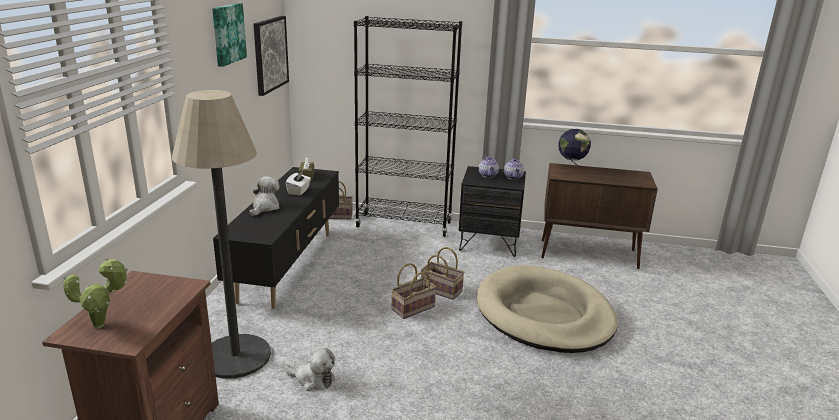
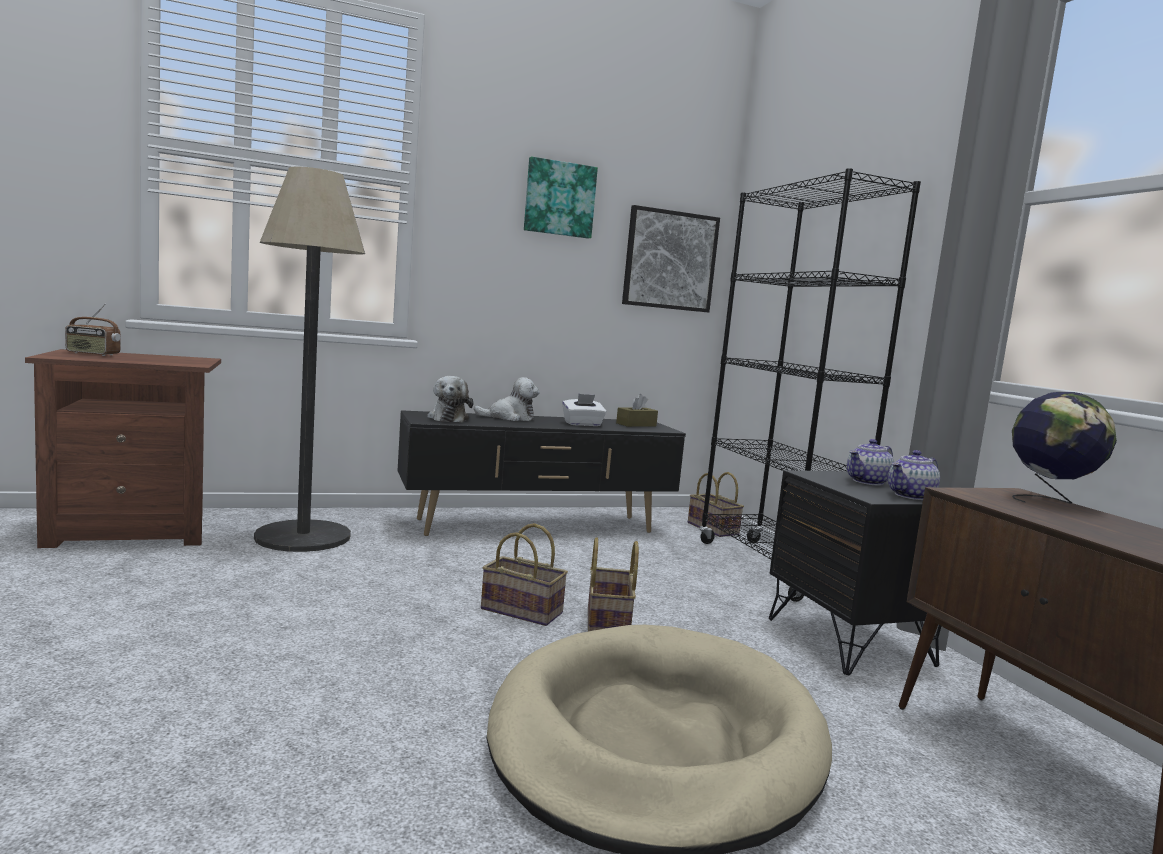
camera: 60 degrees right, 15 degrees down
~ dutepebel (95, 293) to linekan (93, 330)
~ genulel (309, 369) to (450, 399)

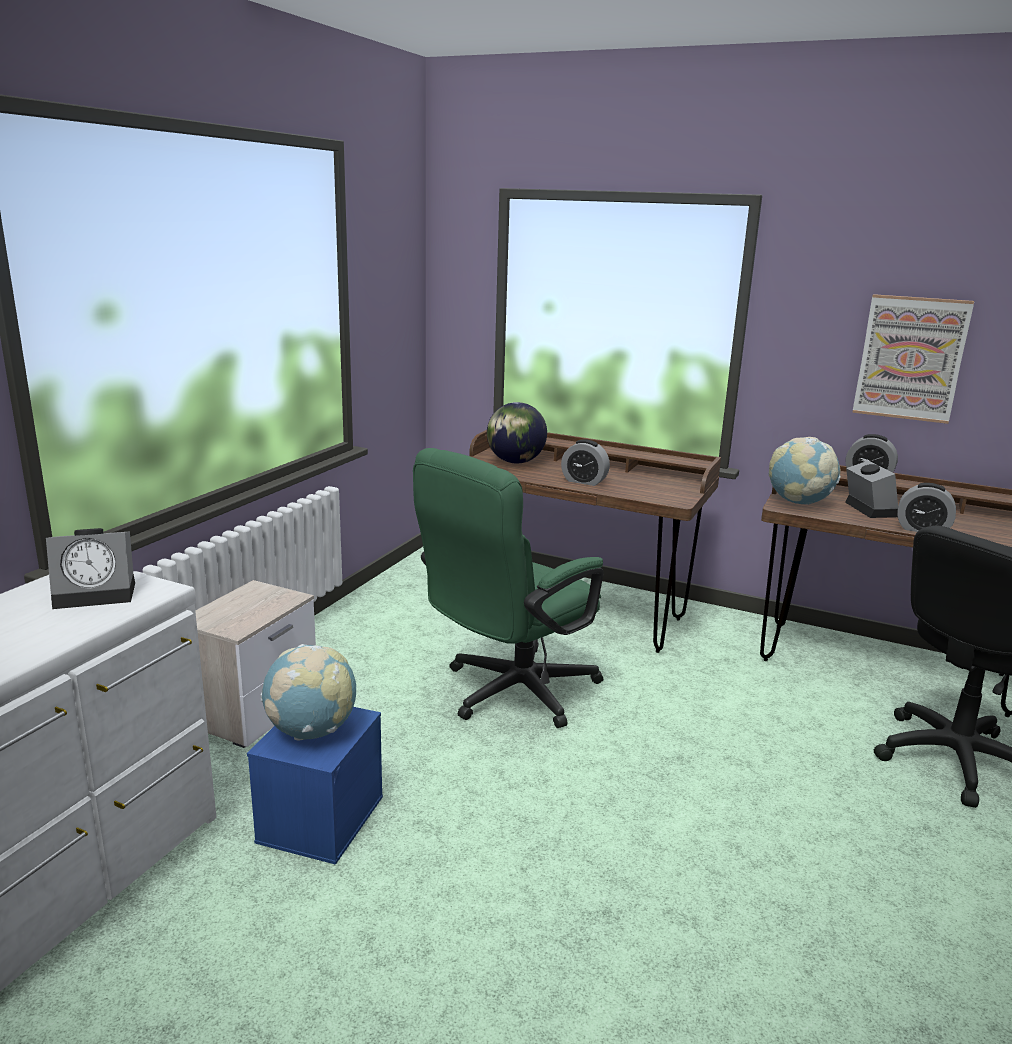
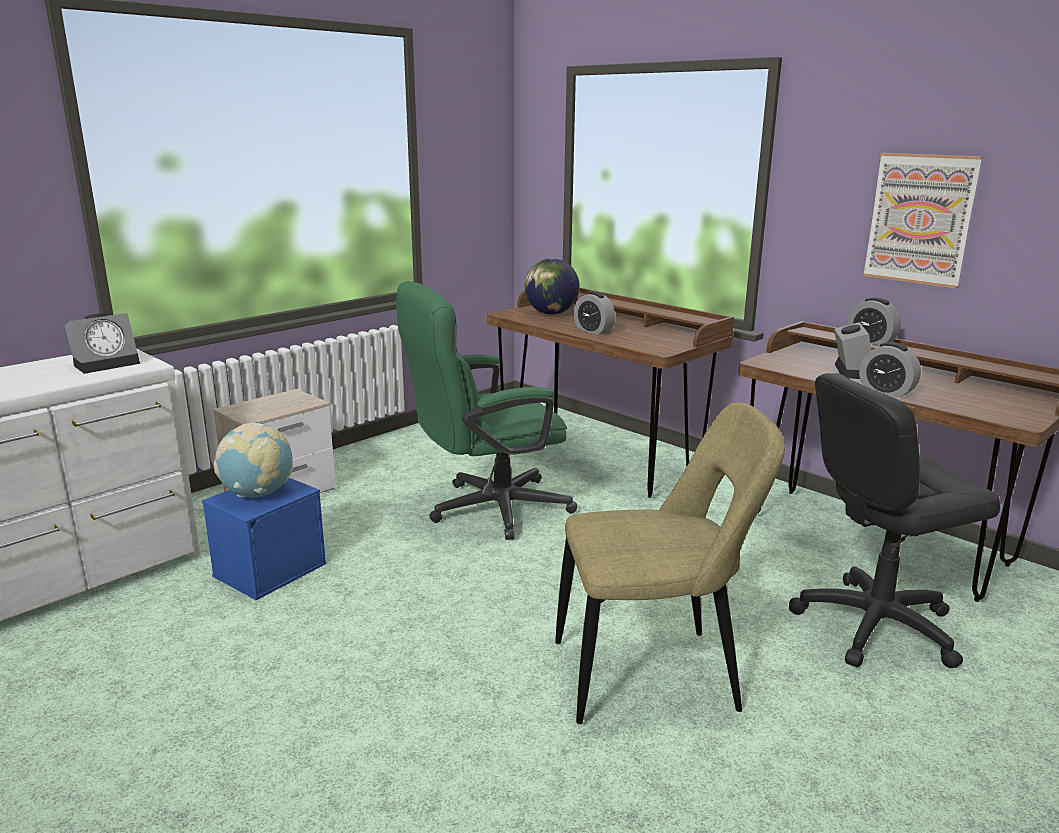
camera: 20 degrees right, 0 degrees up
~ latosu (90, 568) = (102, 343) 45 degrees counterclockwise
- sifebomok (805, 471)
+ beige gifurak (670, 563)

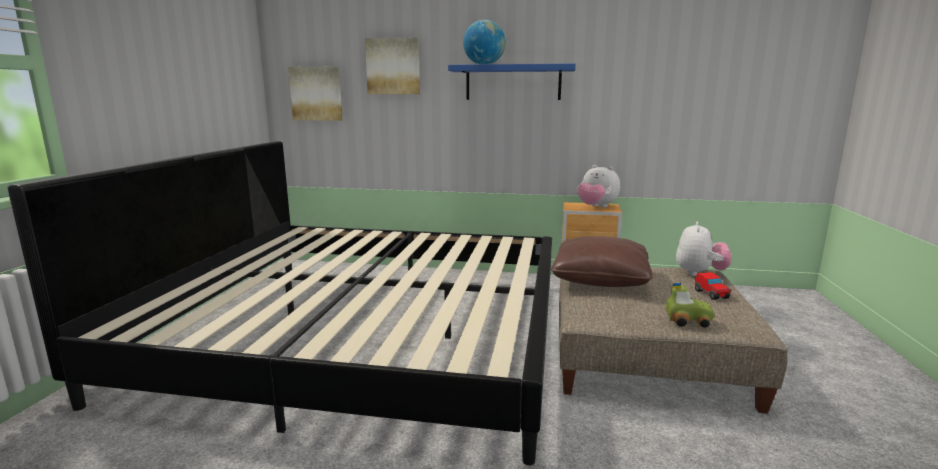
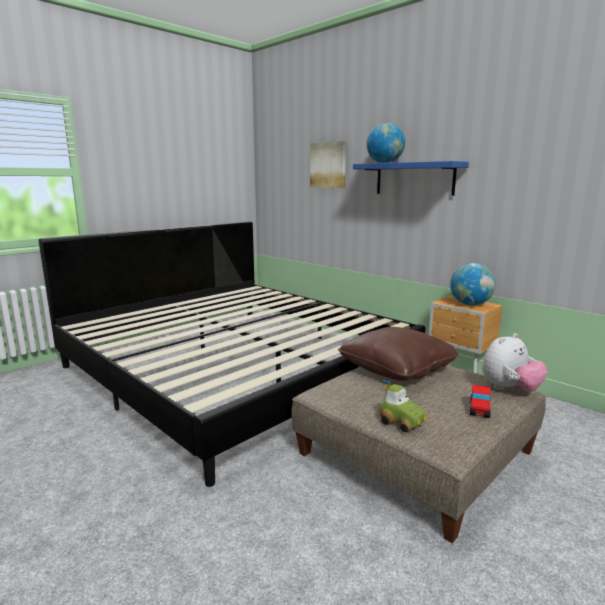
camera: 35 degrees right, 0 degrees up
- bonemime (315, 93)
~ genulel (598, 186) to sifebomok (472, 284)

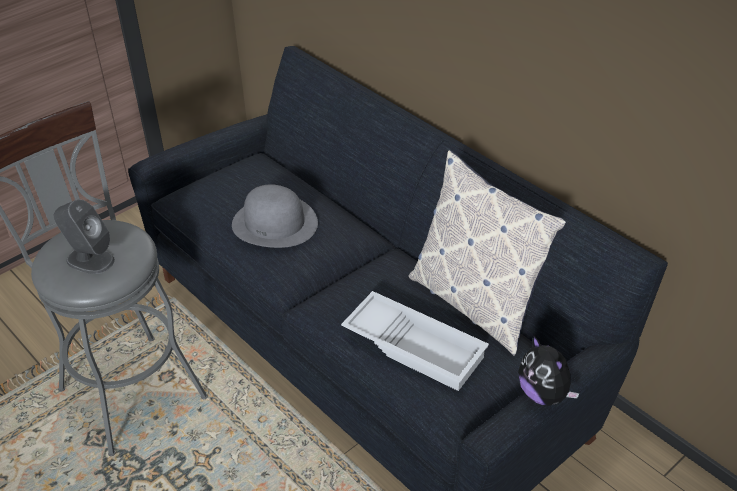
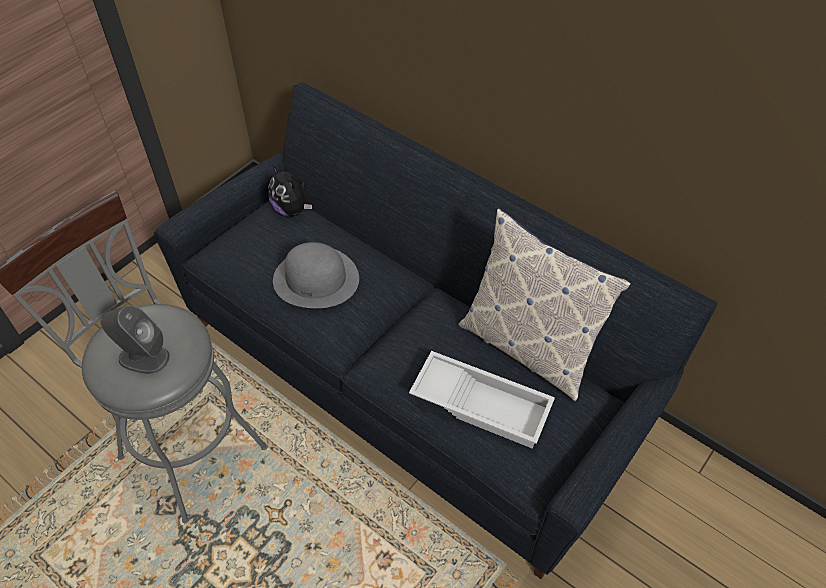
camera: 10 degrees left, 10 degrees up
~ genulel (549, 370) to (290, 191)

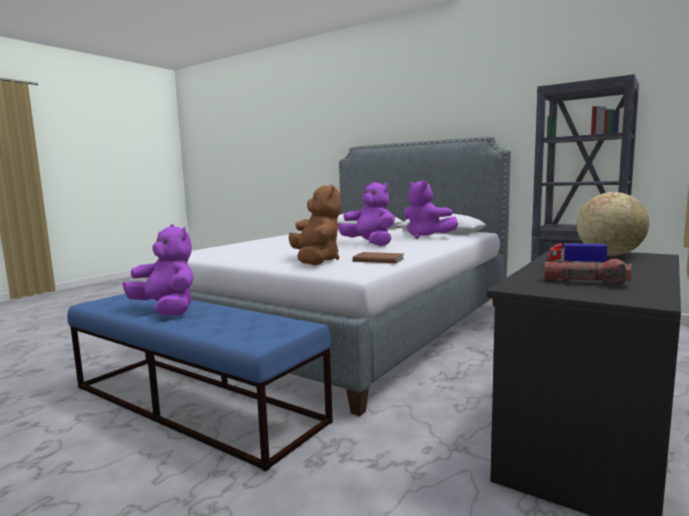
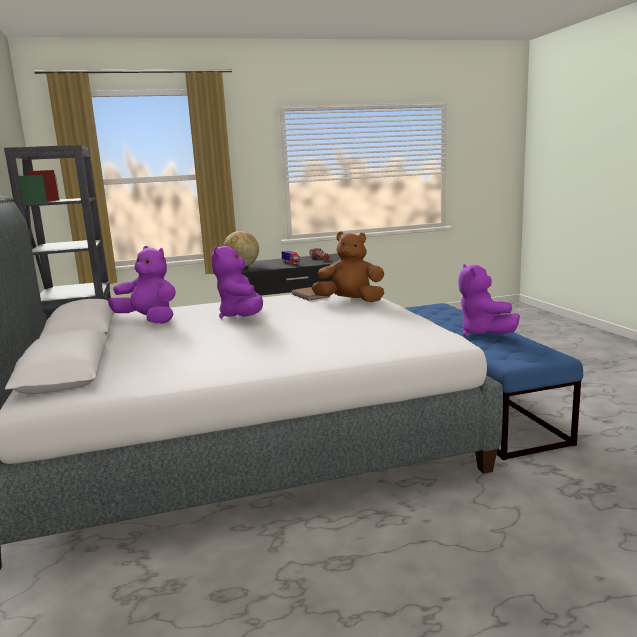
camera: 140 degrees left, 5 degrees up
~ brown genulel (315, 224) = (347, 267) 75 degrees clockwise
~ purple genulel (431, 209) = (142, 284) 60 degrees counterclockwise

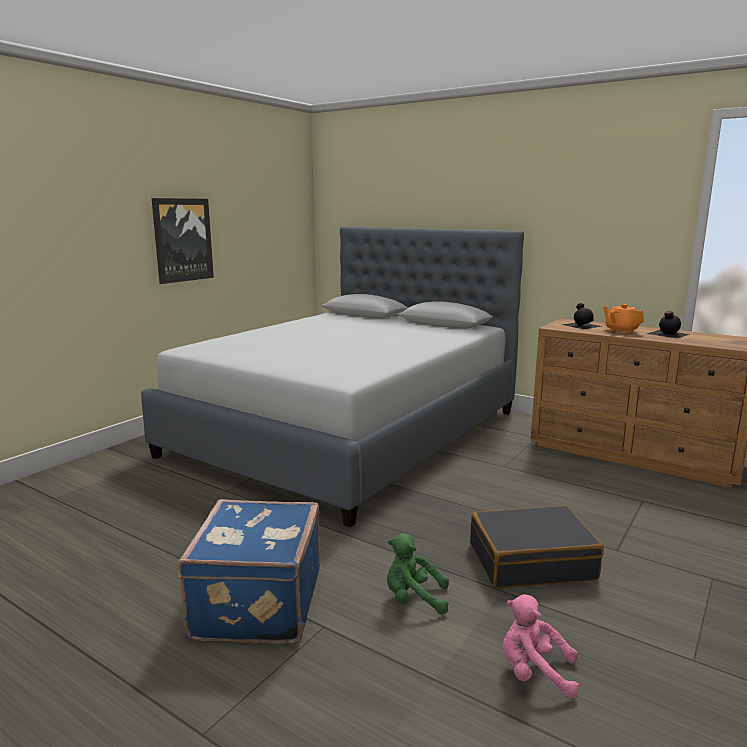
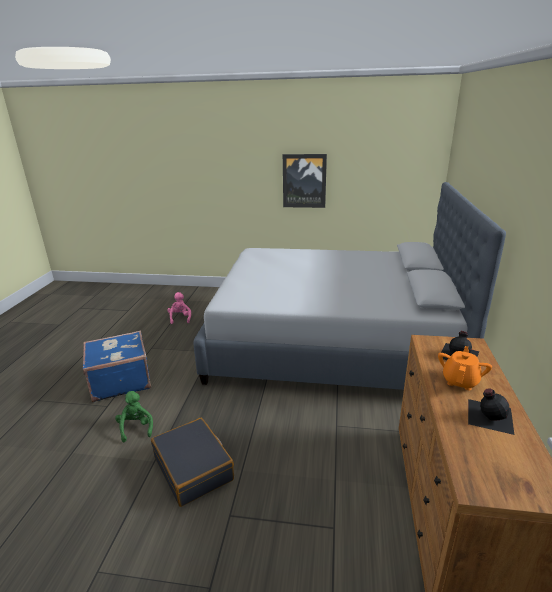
camera: 65 degrees right, 10 degrees up
~ pink genulel (541, 646) to (179, 308)

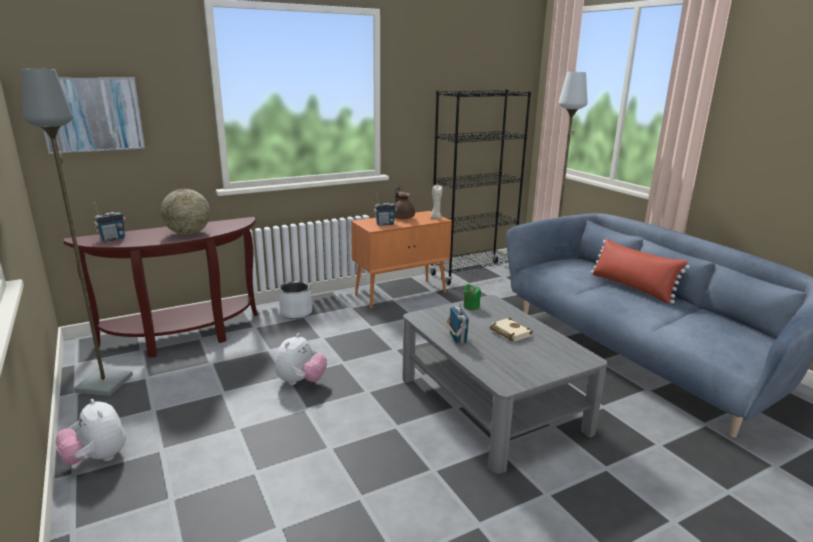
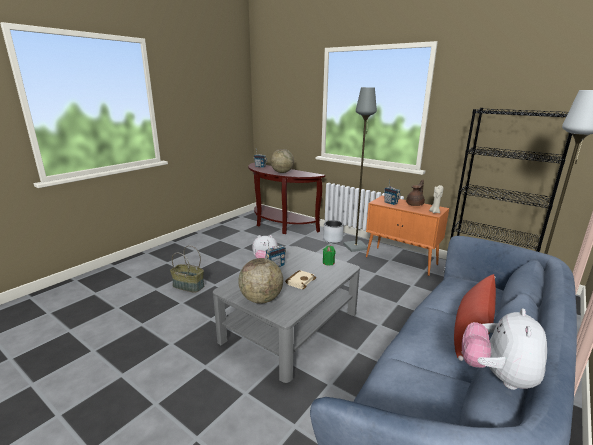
camera: 65 degrees right, 0 degrees up
~ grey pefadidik (77, 232) to (360, 169)
- bonemime (94, 116)
~ genulel (91, 432) to (504, 349)
+ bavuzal (187, 269)
+ sifebomok (260, 281)

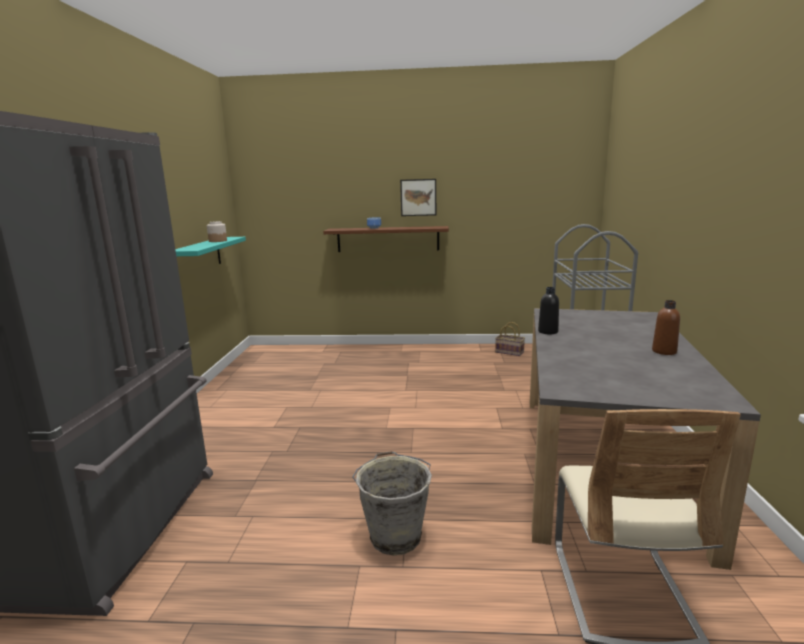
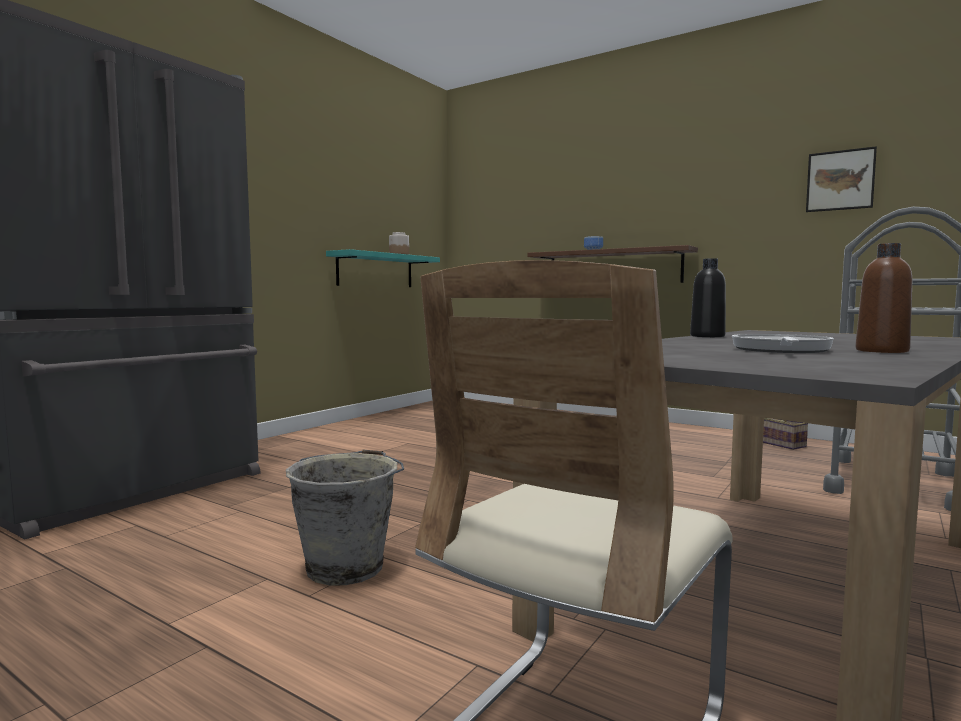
camera: 30 degrees right, 10 degrees down
~ bonemime (418, 197) to (841, 179)
+ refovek (783, 343)

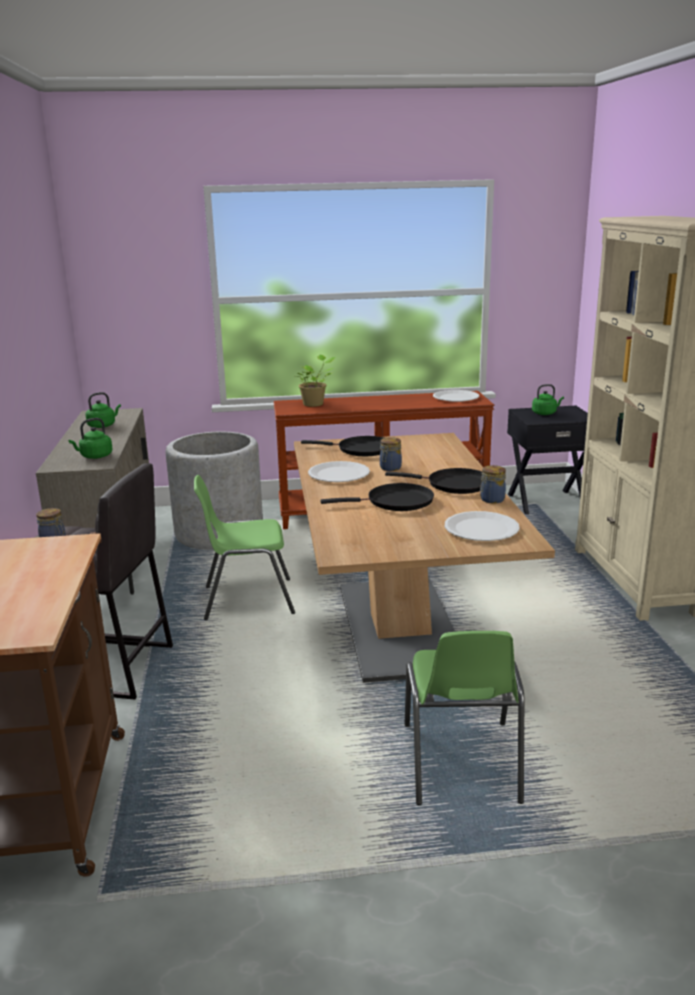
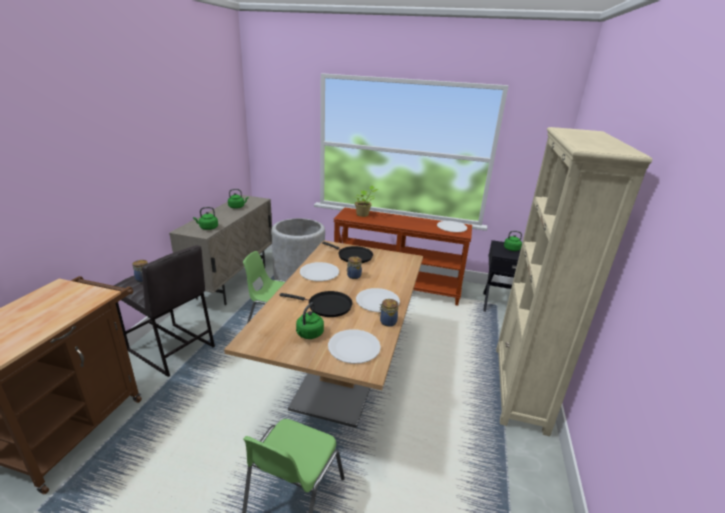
camera: 20 degrees right, 5 degrees up
~ black refovek (433, 481) to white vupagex (378, 300)
+ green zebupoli (310, 320)

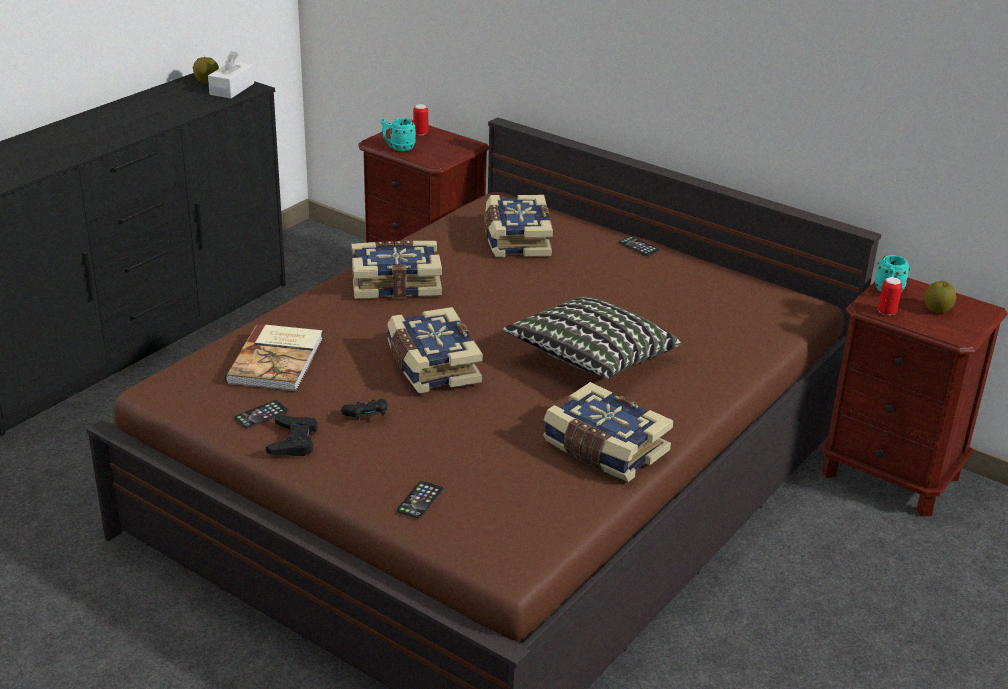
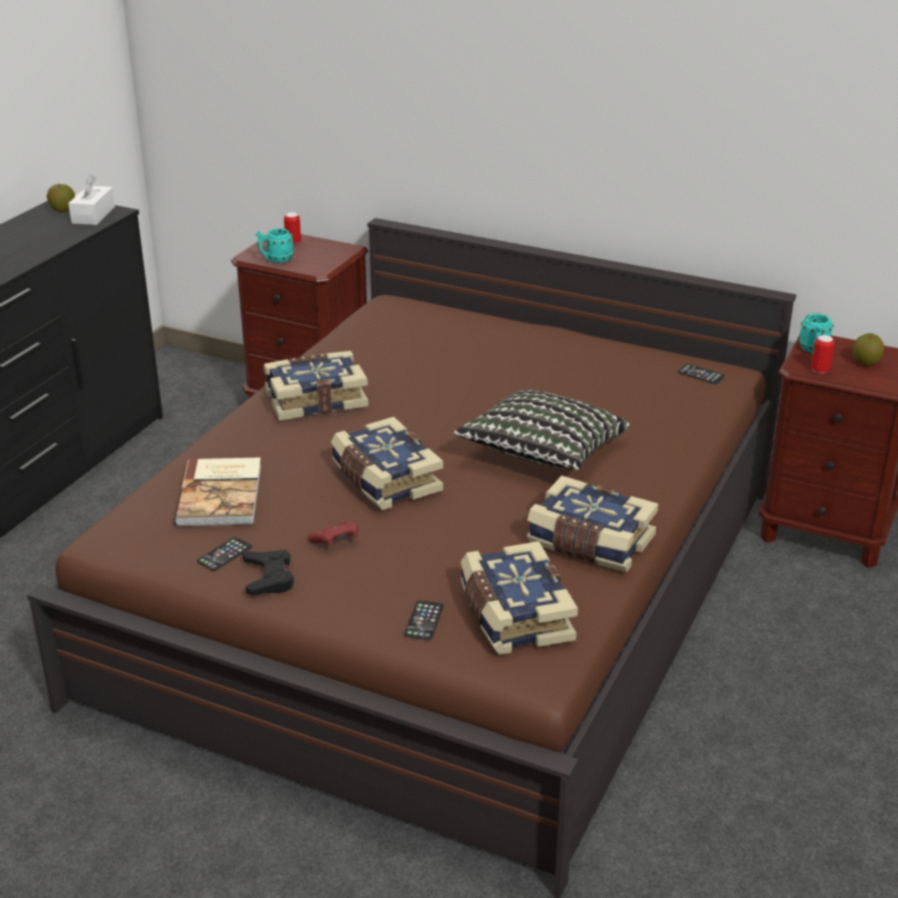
camera: 10 degrees left, 0 degrees up
~ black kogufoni (364, 409) to red kogufoni (333, 533)
~ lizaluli (518, 226) to (519, 598)
~ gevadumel (639, 246) to (701, 374)

